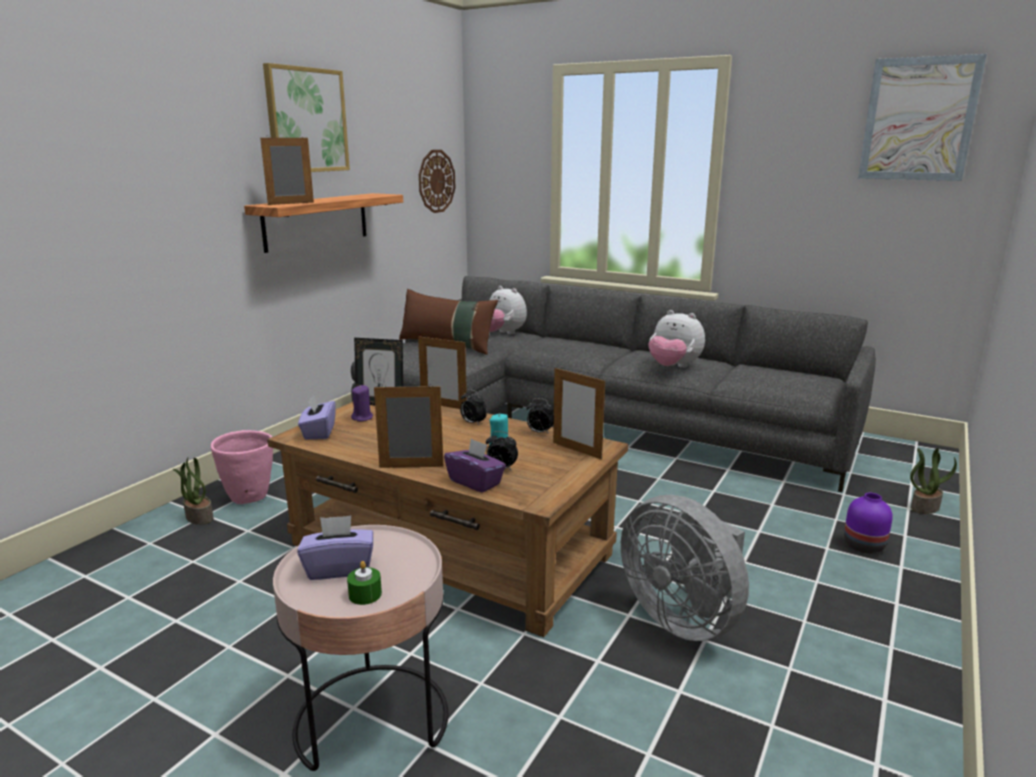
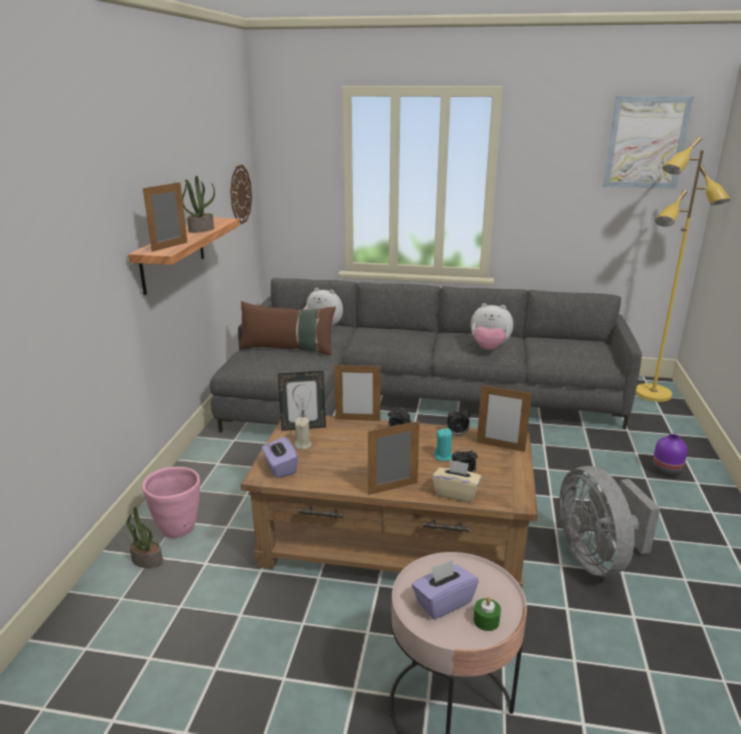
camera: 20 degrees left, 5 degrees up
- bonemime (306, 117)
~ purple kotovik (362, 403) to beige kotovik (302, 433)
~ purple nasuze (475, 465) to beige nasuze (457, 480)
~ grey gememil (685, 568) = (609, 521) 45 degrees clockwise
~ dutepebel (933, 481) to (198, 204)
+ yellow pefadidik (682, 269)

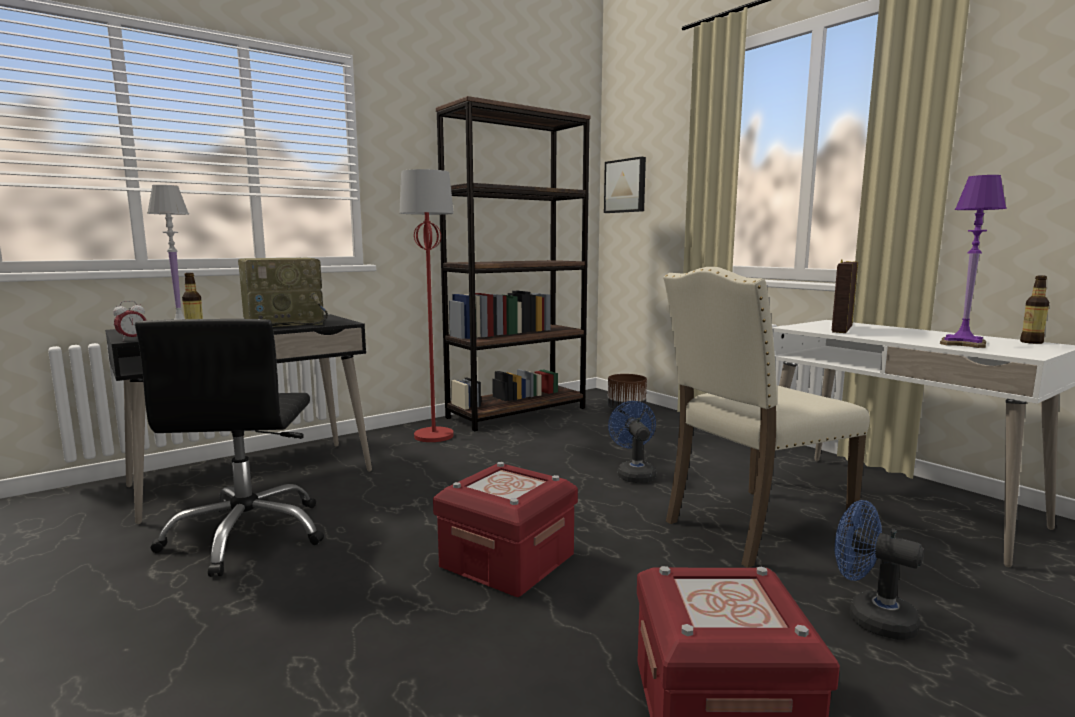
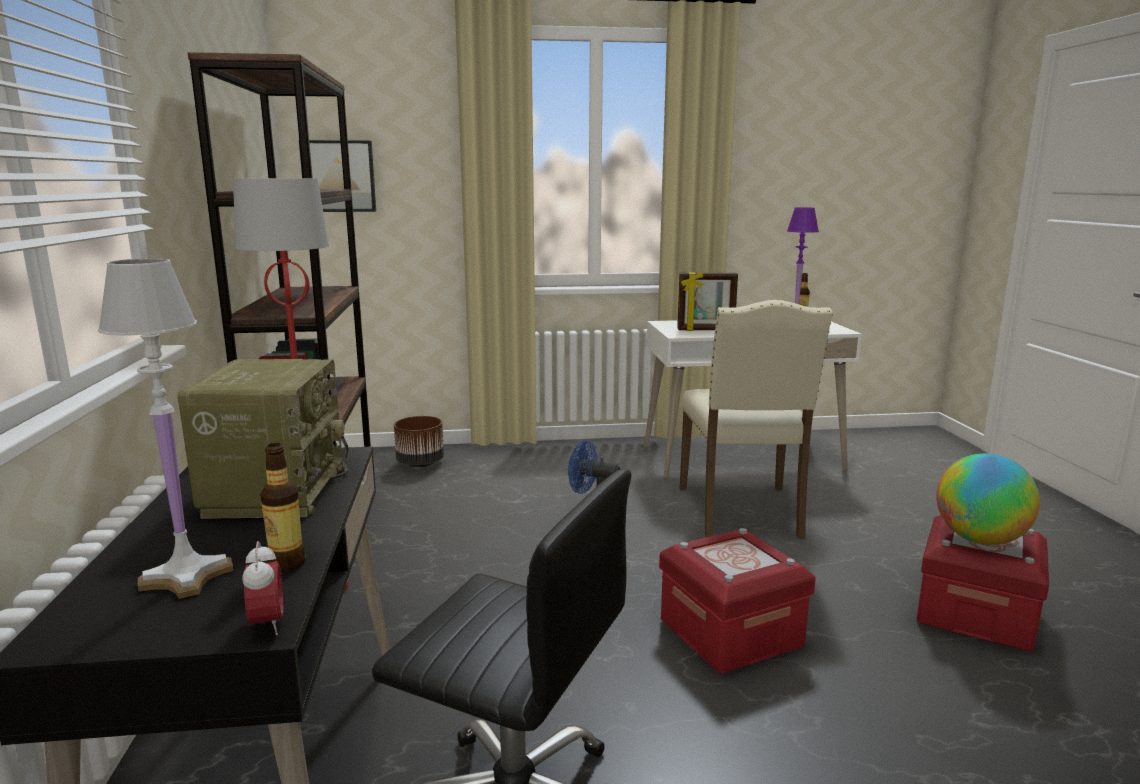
camera: 60 degrees left, 5 degrees up
~ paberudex (845, 296) = (707, 301) 60 degrees counterclockwise
- blue gememil (879, 570)
+ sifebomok (988, 499)

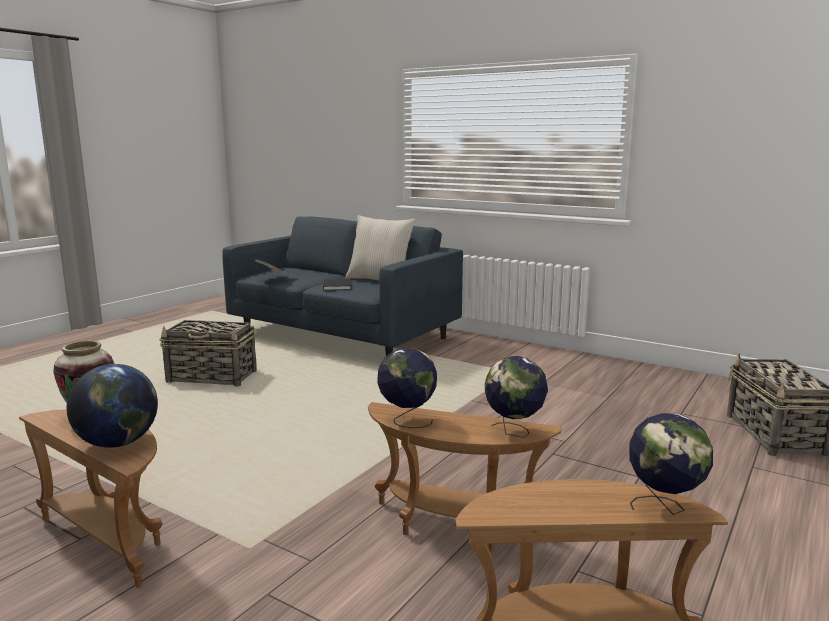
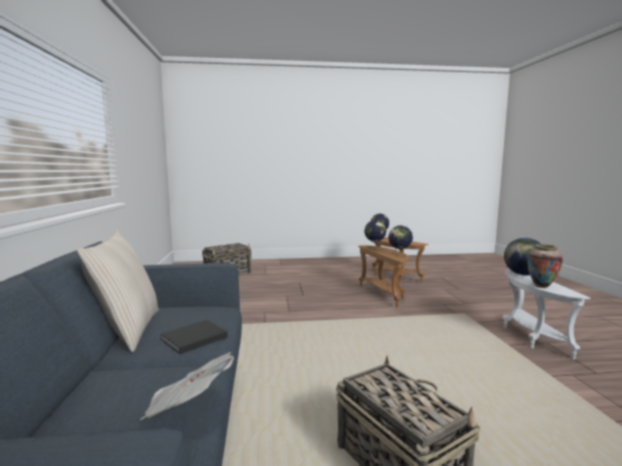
camera: 130 degrees left, 5 degrees down
~ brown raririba (91, 498) to white raririba (546, 314)

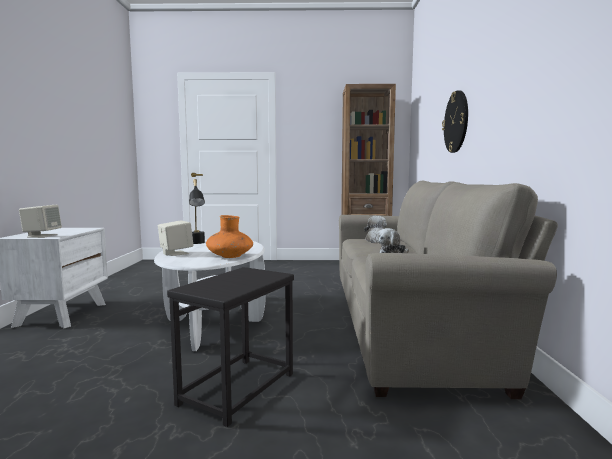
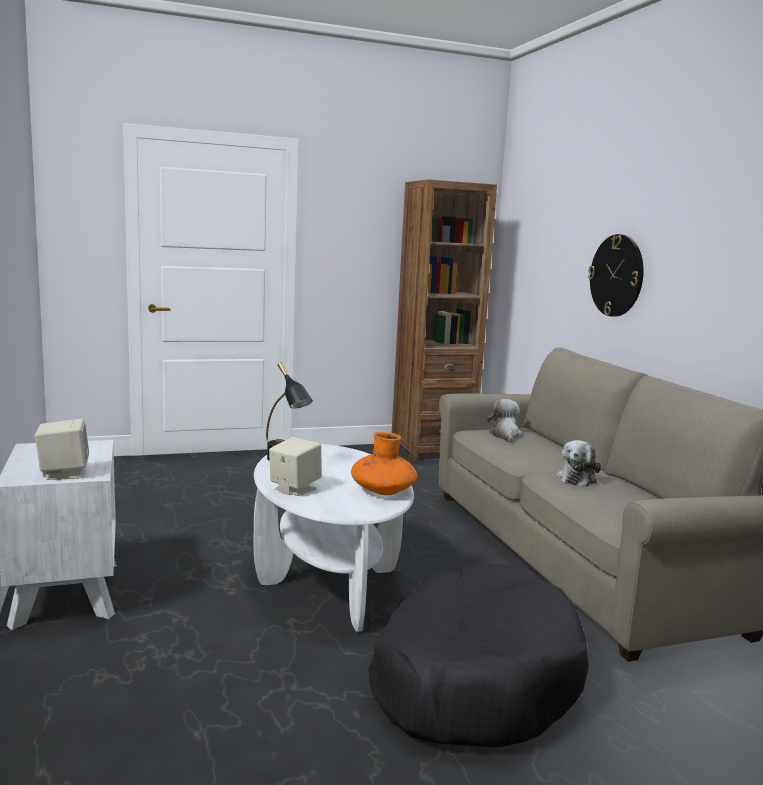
camera: 20 degrees left, 5 degrees up
~ black raririba (230, 347) to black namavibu (478, 655)

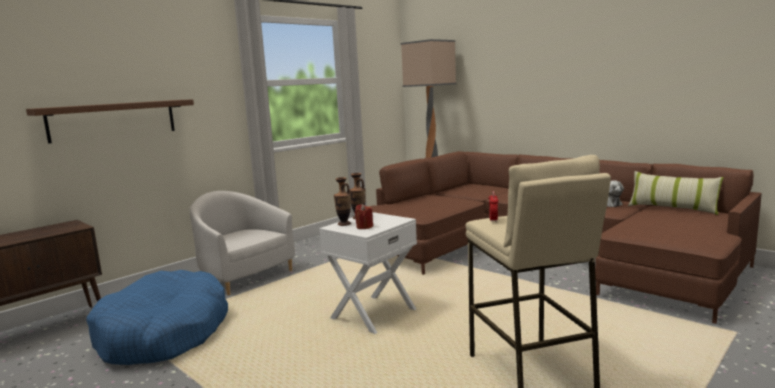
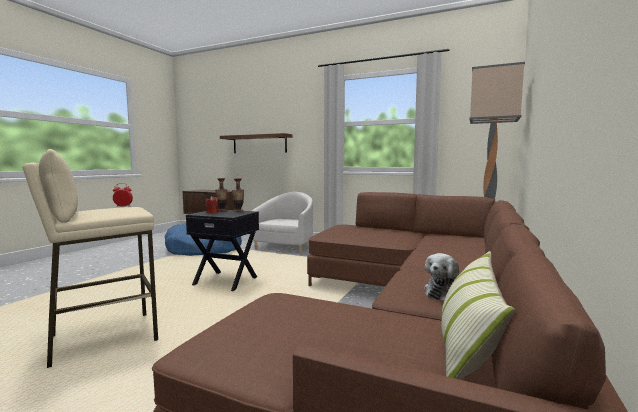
camera: 70 degrees right, 5 degrees down
~ white raririba (368, 273) to black raririba (222, 250)

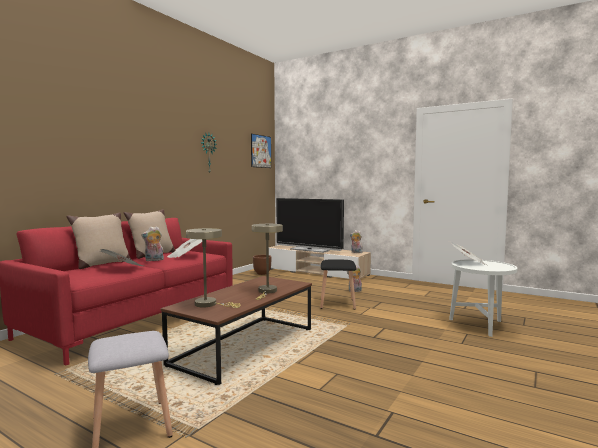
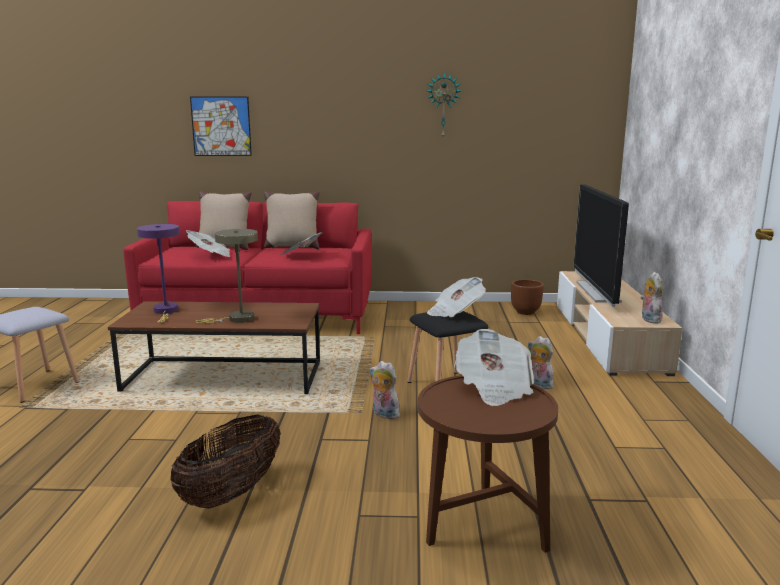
camera: 60 degrees right, 10 degrees up
~ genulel (152, 243) to (384, 390)
~ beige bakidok (213, 268) to purple bakidok (158, 273)
~ bonemime (261, 151) to (221, 126)
~ white raririba (483, 298) to brown raririba (488, 464)
+ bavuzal (225, 461)
+ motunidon (456, 297)

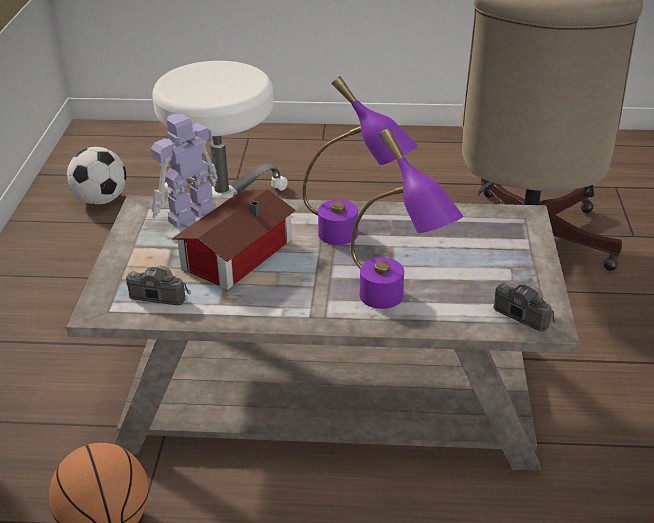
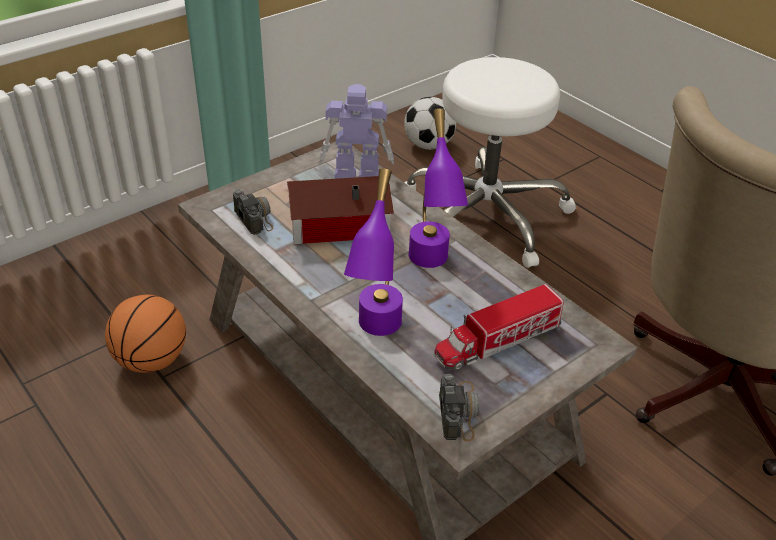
camera: 45 degrees right, 5 degrees up
+ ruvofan (499, 327)

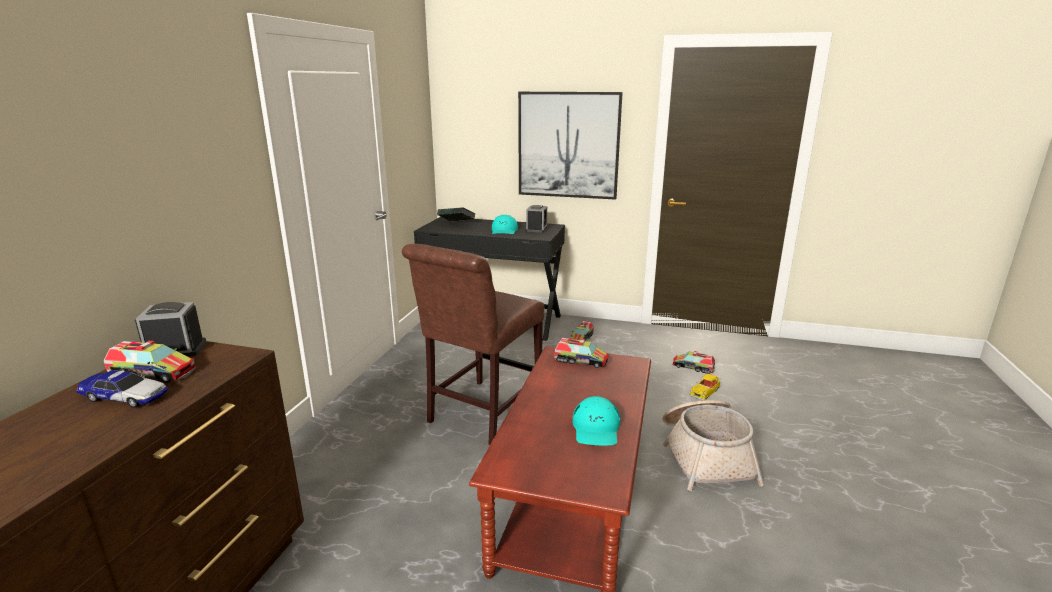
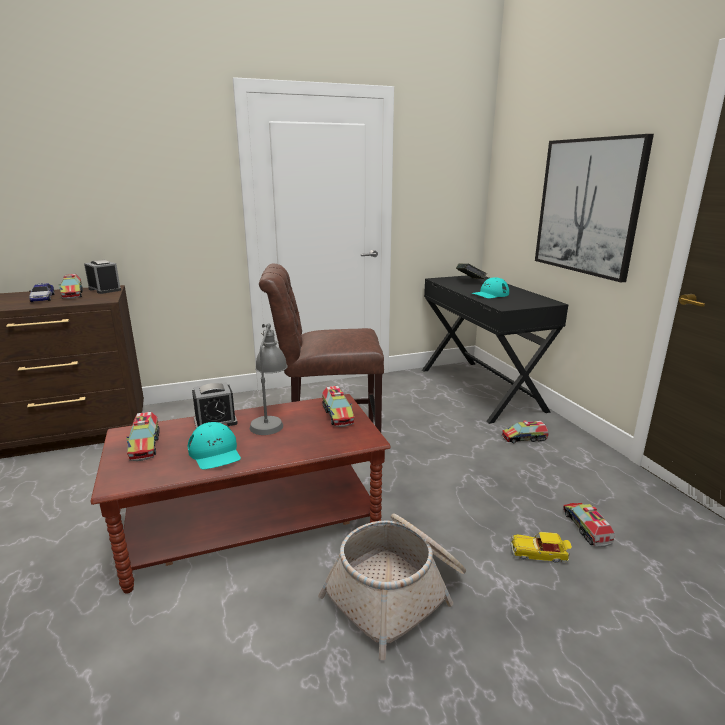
camera: 55 degrees right, 0 degrees up
~ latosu (536, 219) to (215, 405)
~ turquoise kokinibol (596, 420) = (214, 446) 90 degrees counterclockwise
+ ruvofan (143, 436)
+ grey bakidok (269, 379)

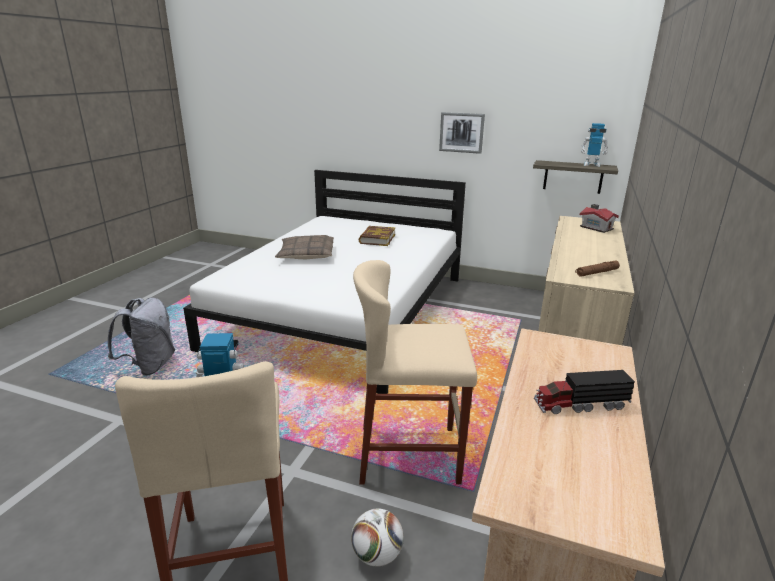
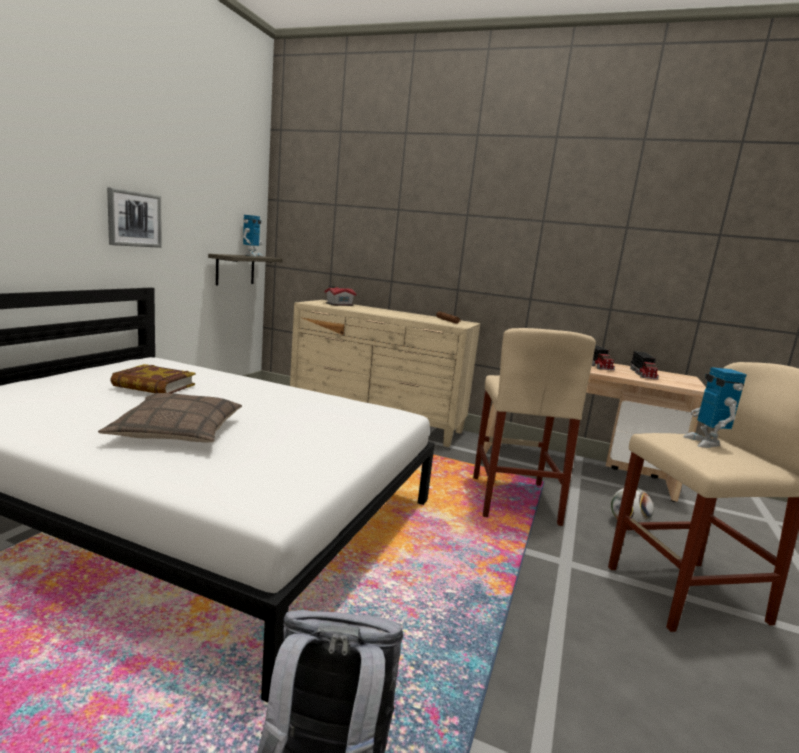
camera: 90 degrees left, 10 degrees down
+ ruvofan (644, 365)

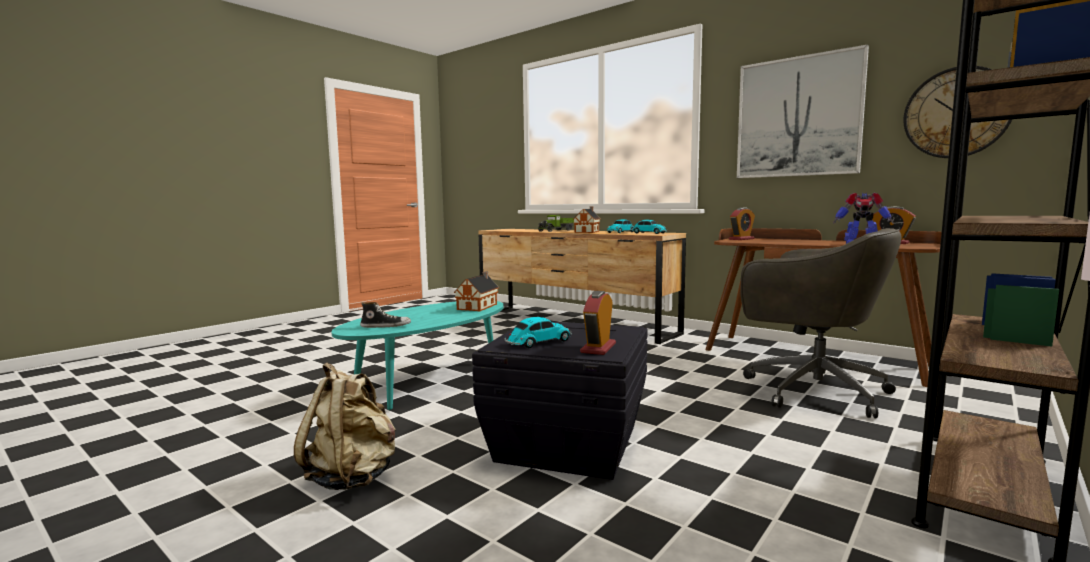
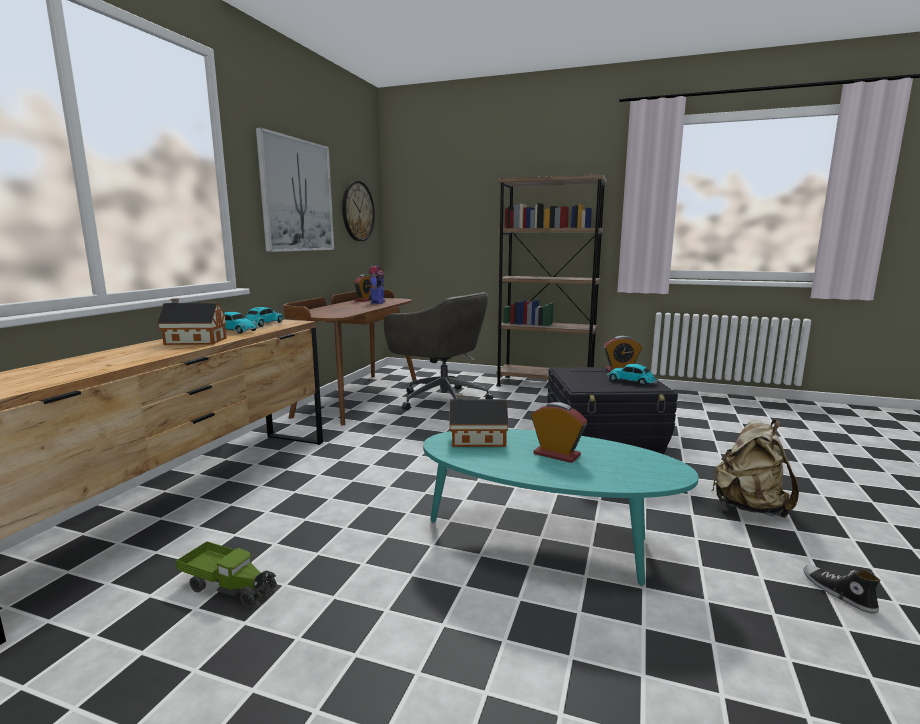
camera: 110 degrees left, 5 degrees up
~ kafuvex (385, 315) to (842, 589)
~ ruvofan (556, 223) to (226, 574)
~ latosu (742, 223) to (559, 432)
~ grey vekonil (821, 323) = (438, 351) 105 degrees clockwise

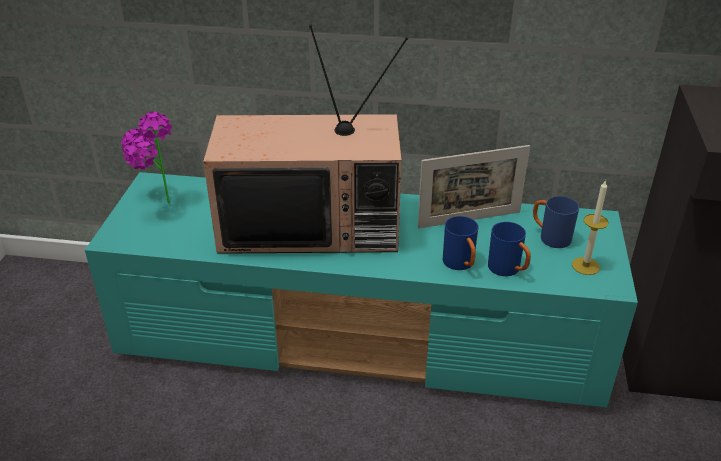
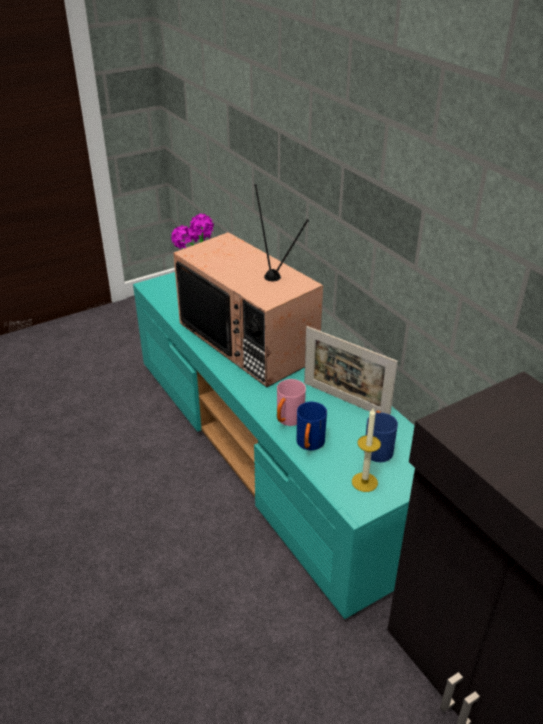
camera: 50 degrees right, 0 degrees up
~ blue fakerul (460, 243) to pink fakerul (291, 402)

